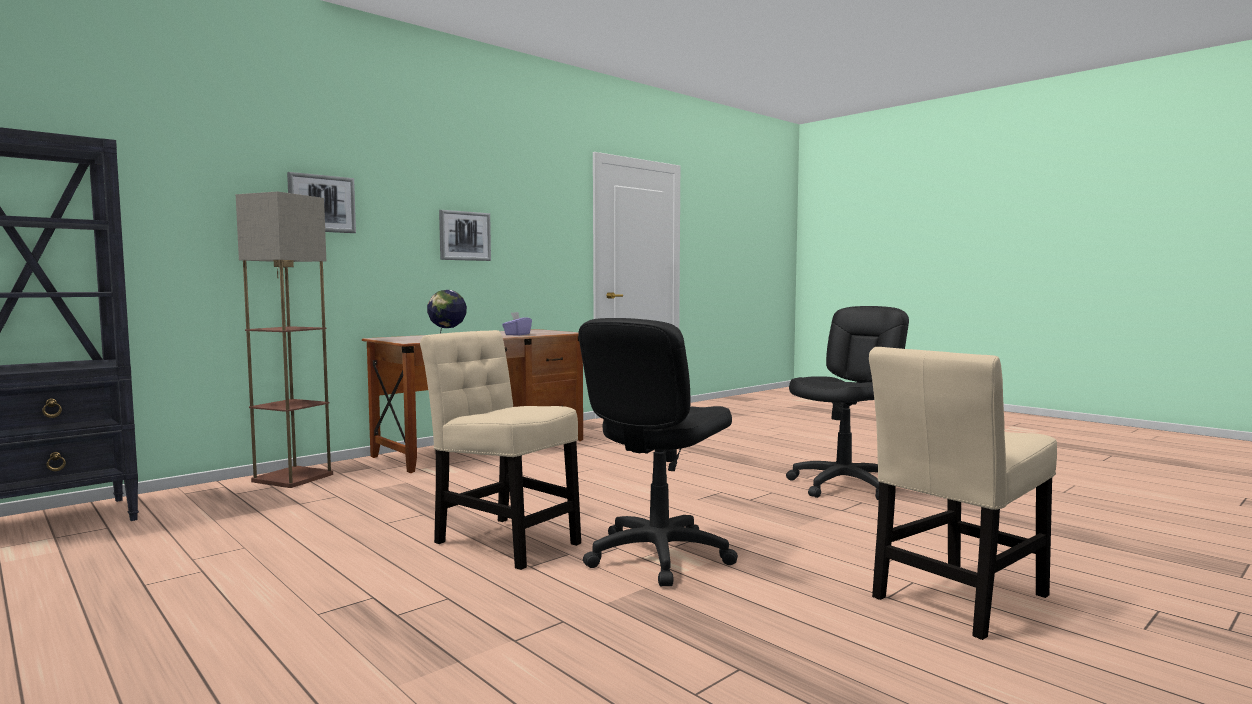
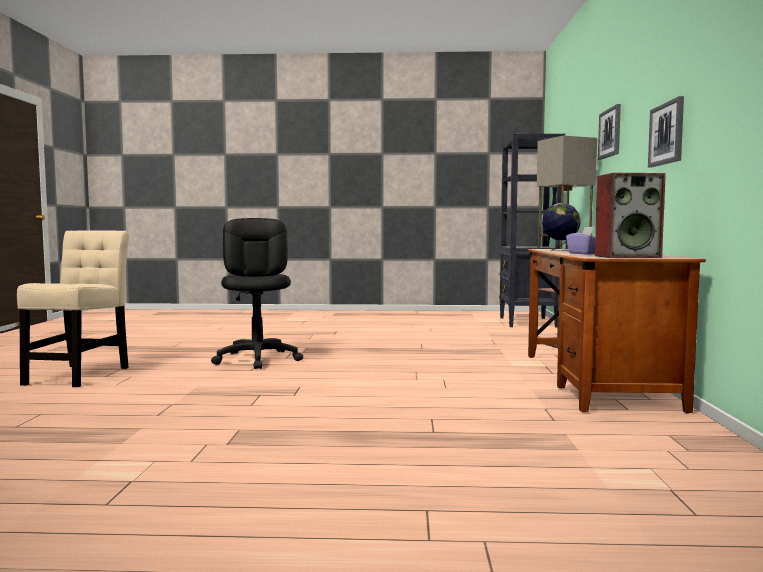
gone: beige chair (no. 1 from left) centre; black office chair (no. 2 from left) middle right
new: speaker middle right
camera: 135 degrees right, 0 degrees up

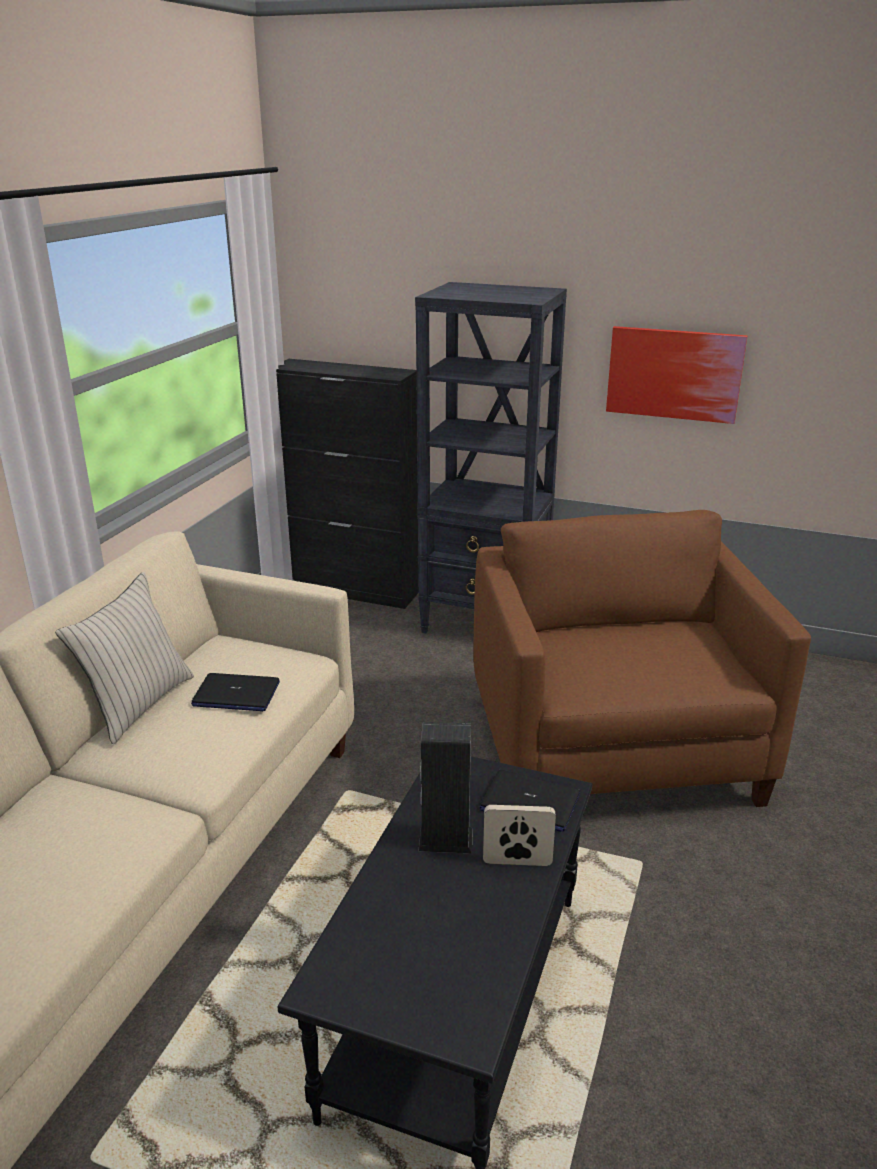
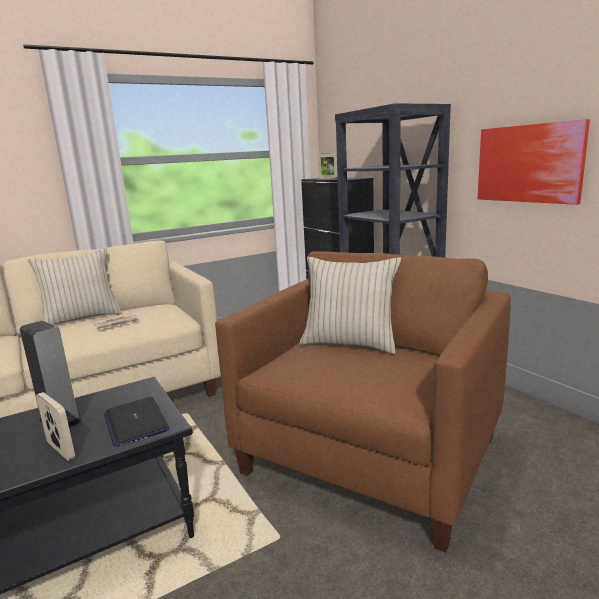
new: beige pillow (no. 2 from left) centre; picture frame (no. 2 from left) top centre
swapped: laptop (no. 1 from left) middle left to newspaper middle left
camera: 40 degrees right, 10 degrees down

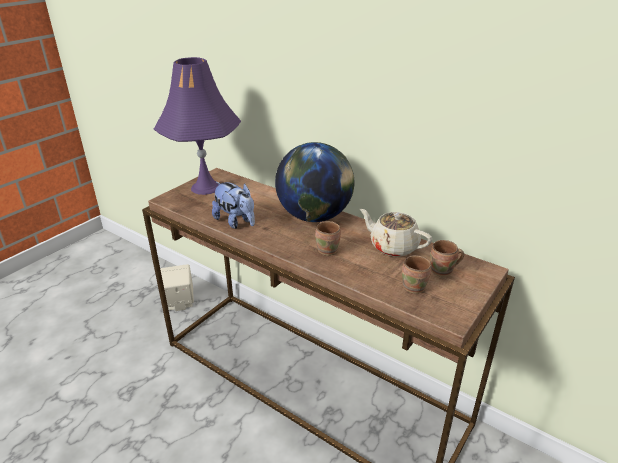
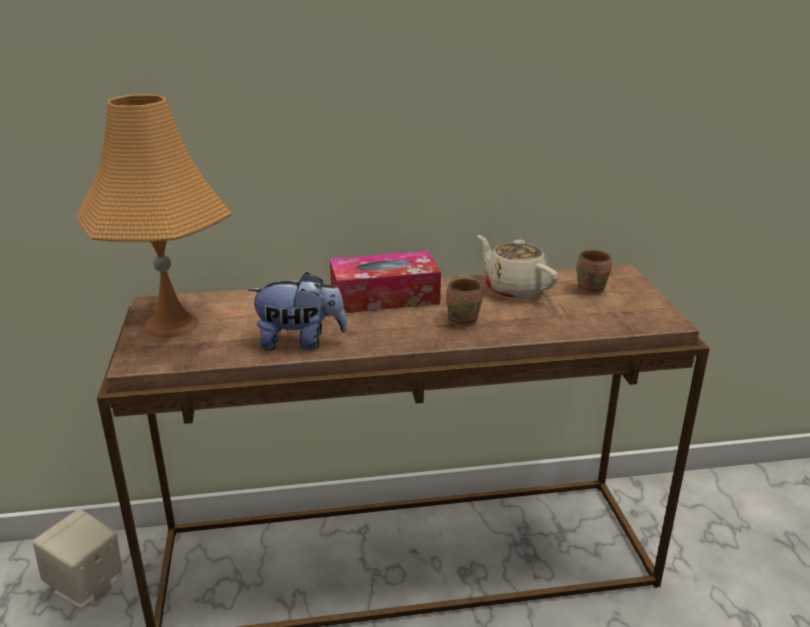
gone: brown mug (no. 2 from left) middle right
swapped: globe centre to tissue box centre
repainted: purple table lamp top left to orange table lamp middle left
rotated: beige teapot centre = centre 60 degrees clockwise
camera: 45 degrees left, 5 degrees down

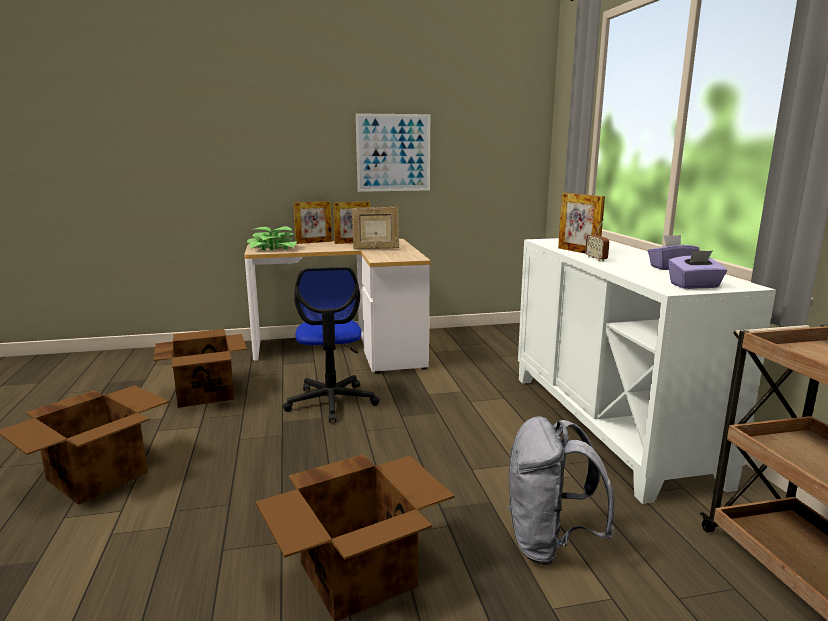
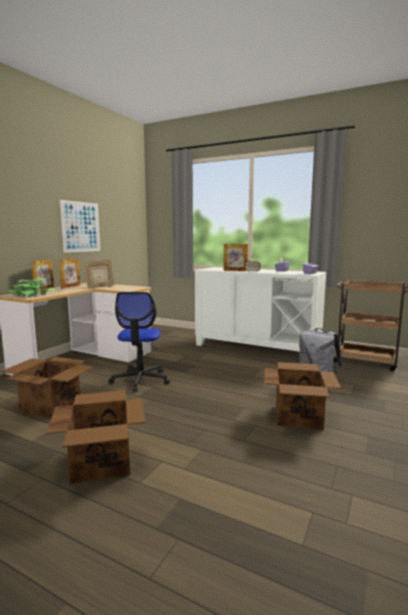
rotated: office chair centre = centre 60 degrees clockwise
camera: 50 degrees left, 5 degrees down

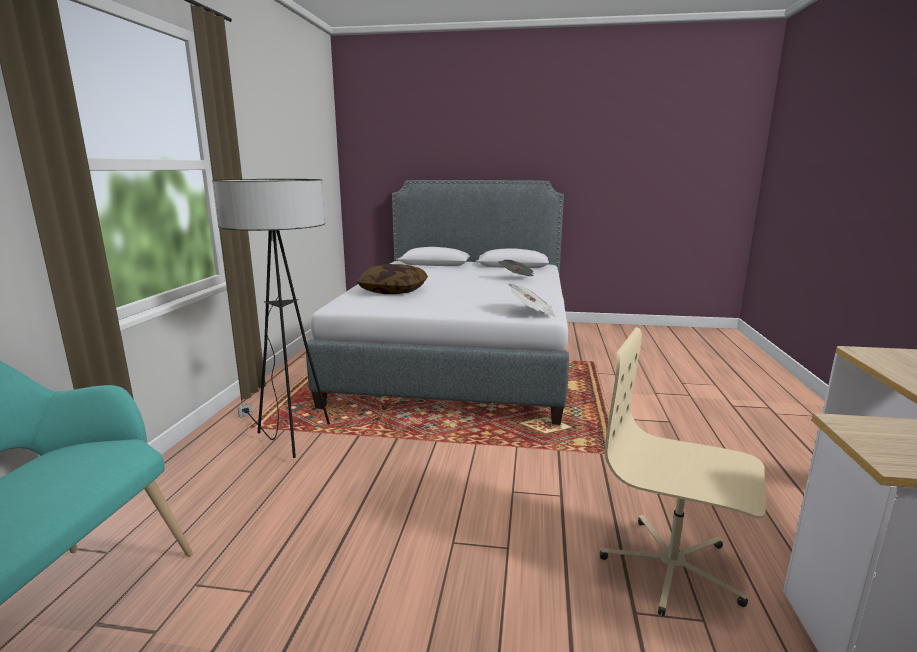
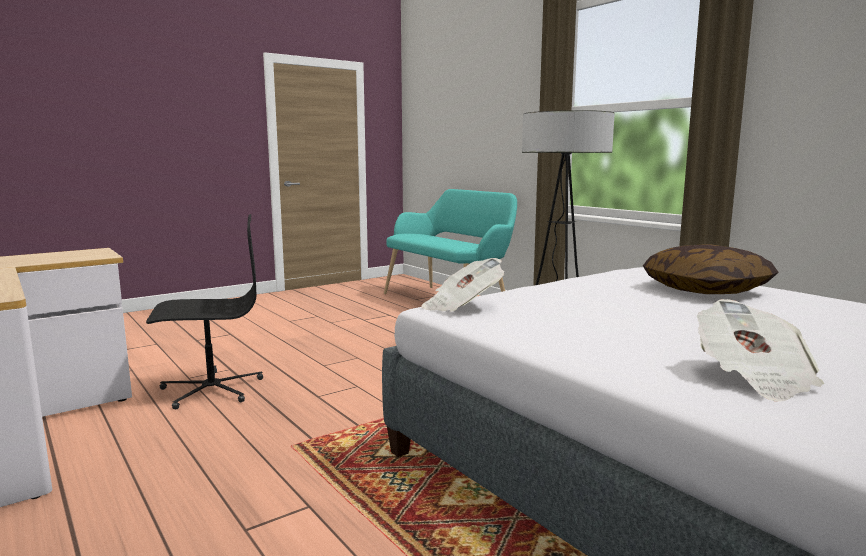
repainted: beige office chair bottom right to black office chair middle left
camera: 135 degrees right, 5 degrees down

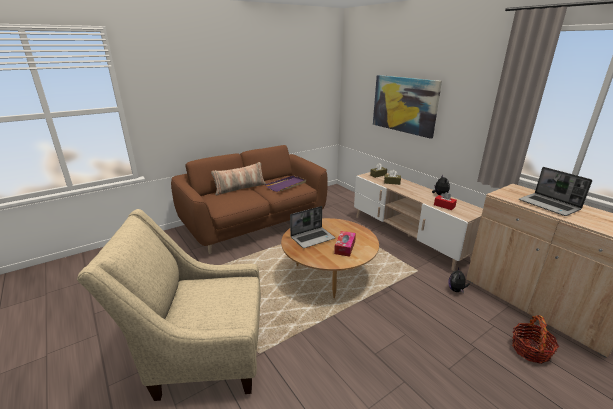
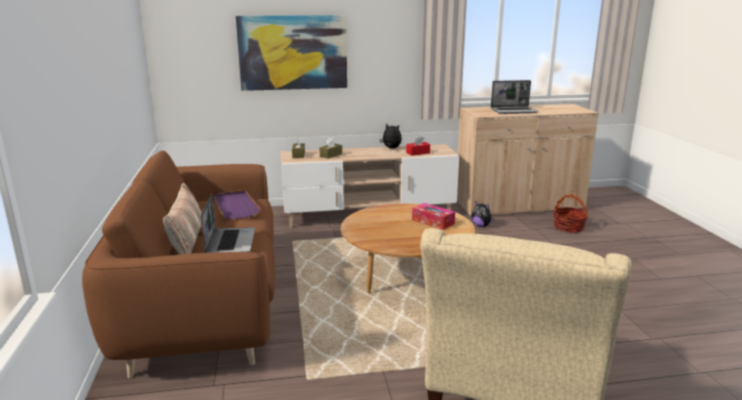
shifted: laptop (no. 1 from left) centre to middle left
camera: 65 degrees left, 5 degrees down

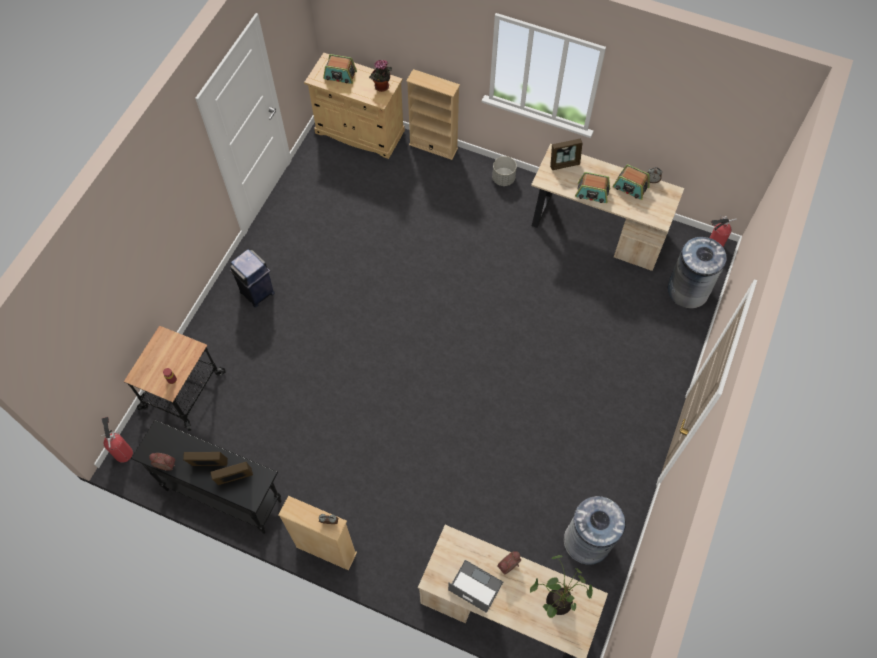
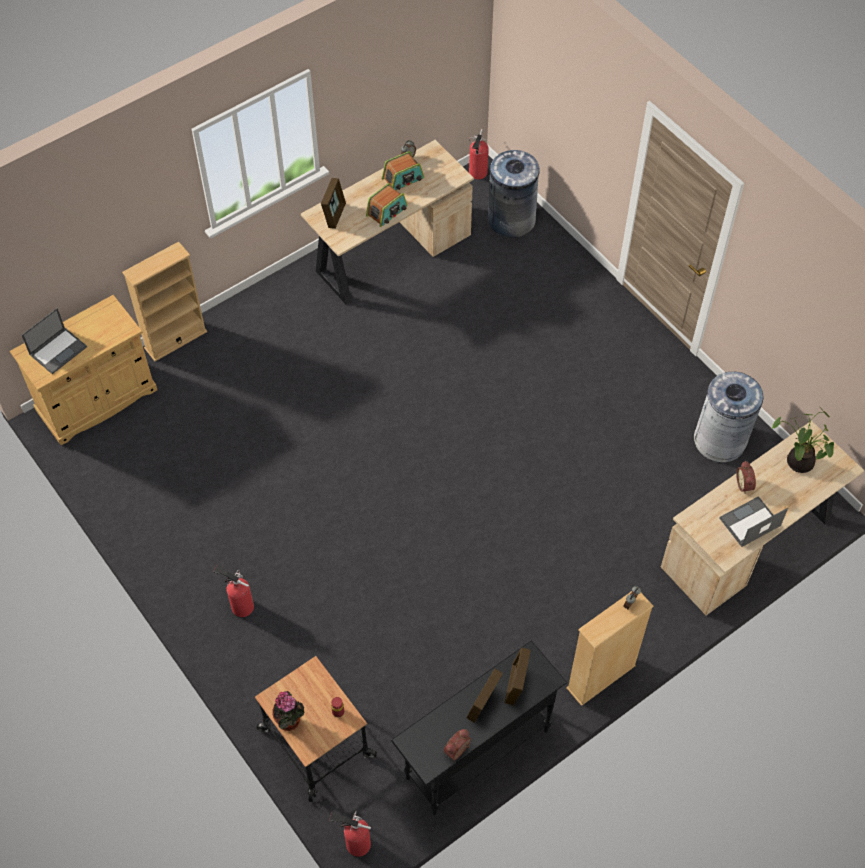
gone: grey planter top centre
shifted: potted plant (no. 1 from left) top centre to bottom left
swapped: blue trash can middle left to fire extinguisher (no. 1 from left) bottom left; radio (no. 1 from left) top centre to laptop (no. 1 from left) middle left
camera: 60 degrees left, 5 degrees down

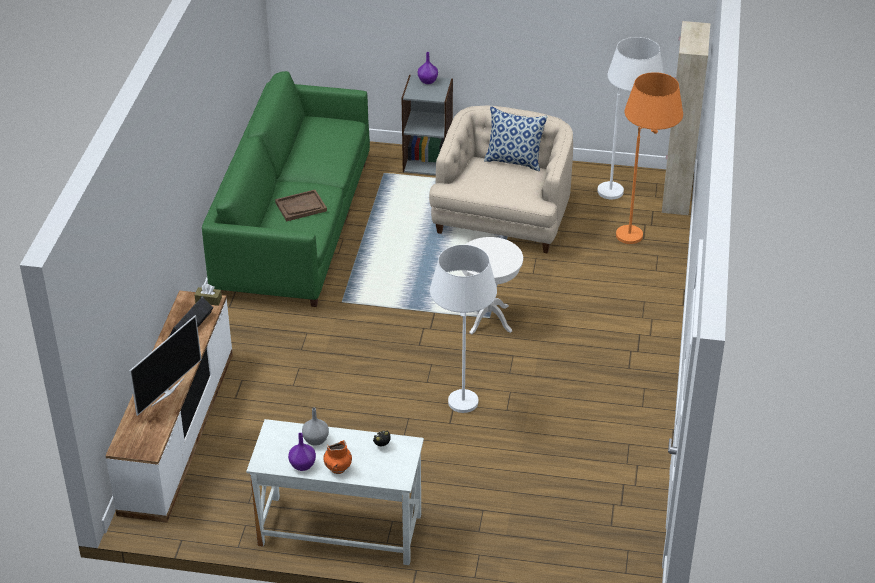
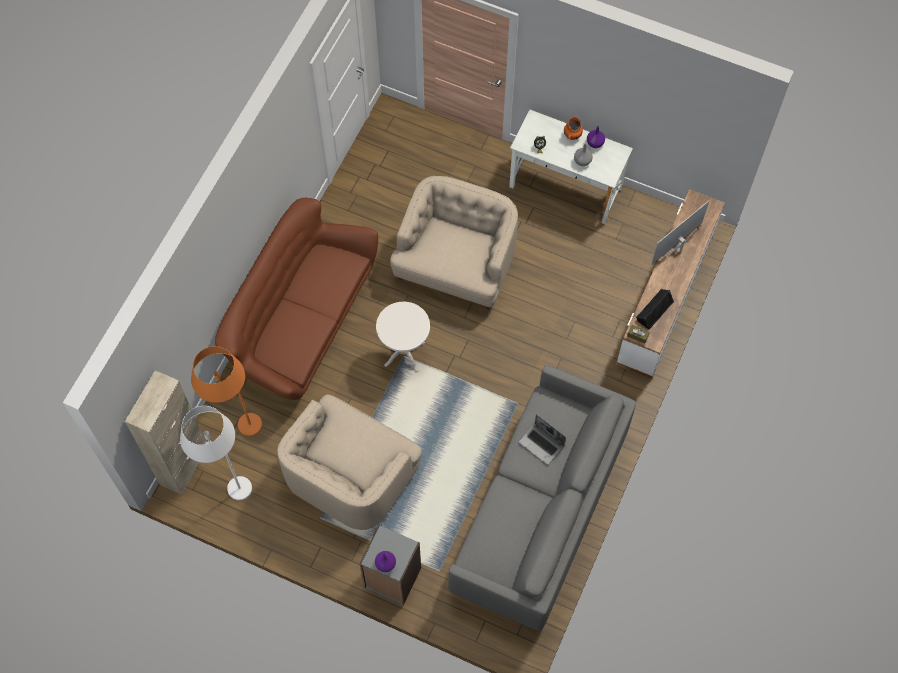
gone: pillow top centre
new: brown sofa middle left
swapped: brown tray centre to laptop centre; white floor lamp (no. 1 from left) centre to beige armchair (no. 2 from left) centre
repainted: green sofa top left to grey sofa bottom centre
camera: 165 degrees left, 25 degrees up

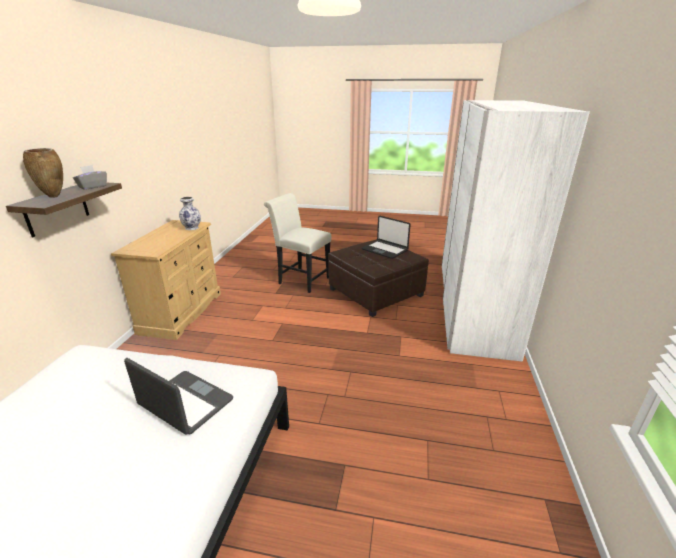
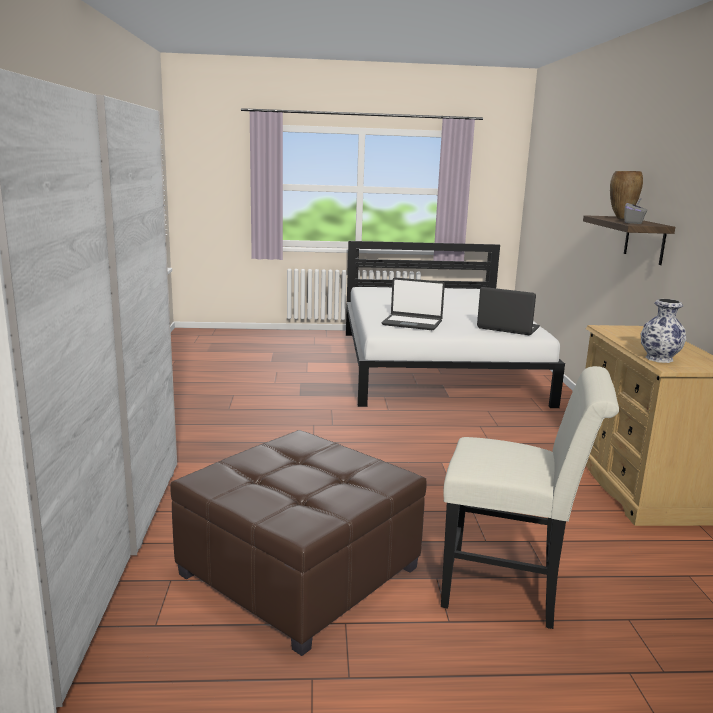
shifted: laptop (no. 2 from left) centre to middle right
camera: 165 degrees right, 10 degrees down

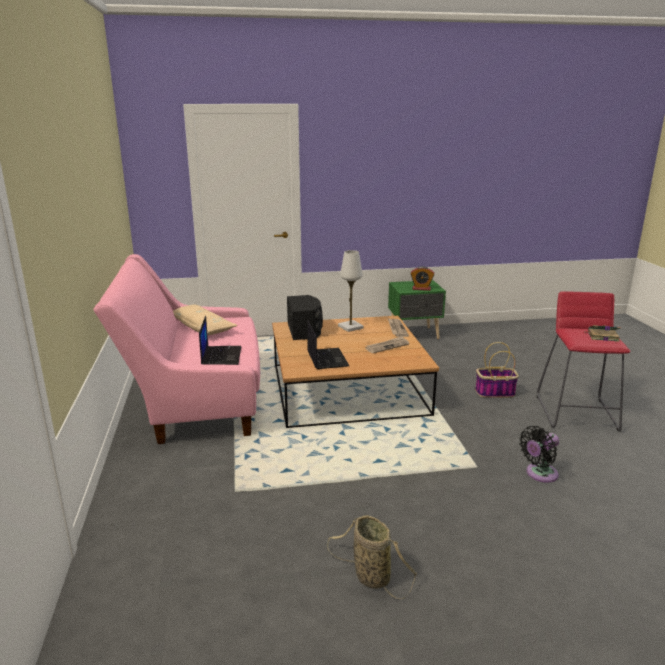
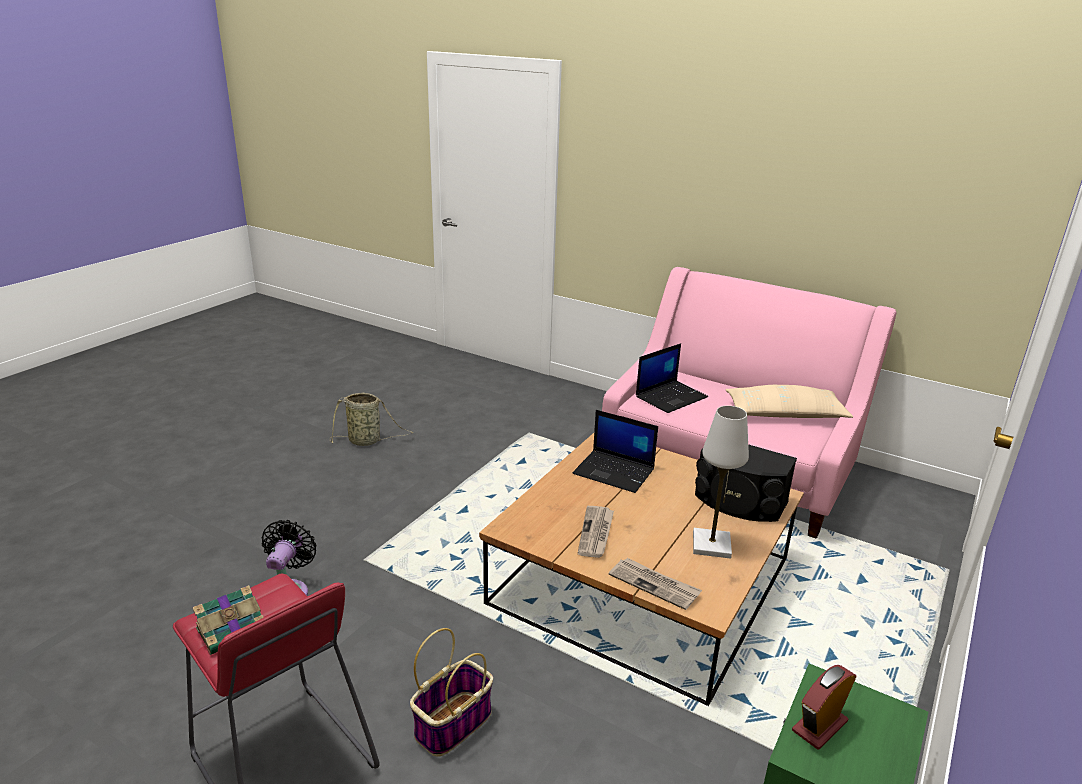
rotated: laptop (no. 1 from left in the first image) middle left = centre 75 degrees counterclockwise
camera: 130 degrees right, 5 degrees up

